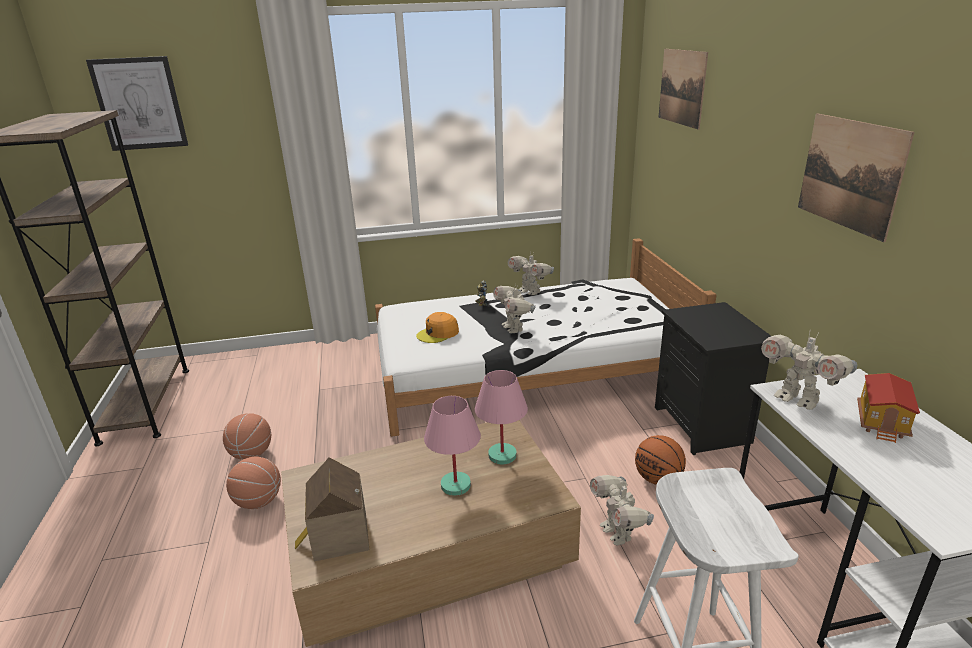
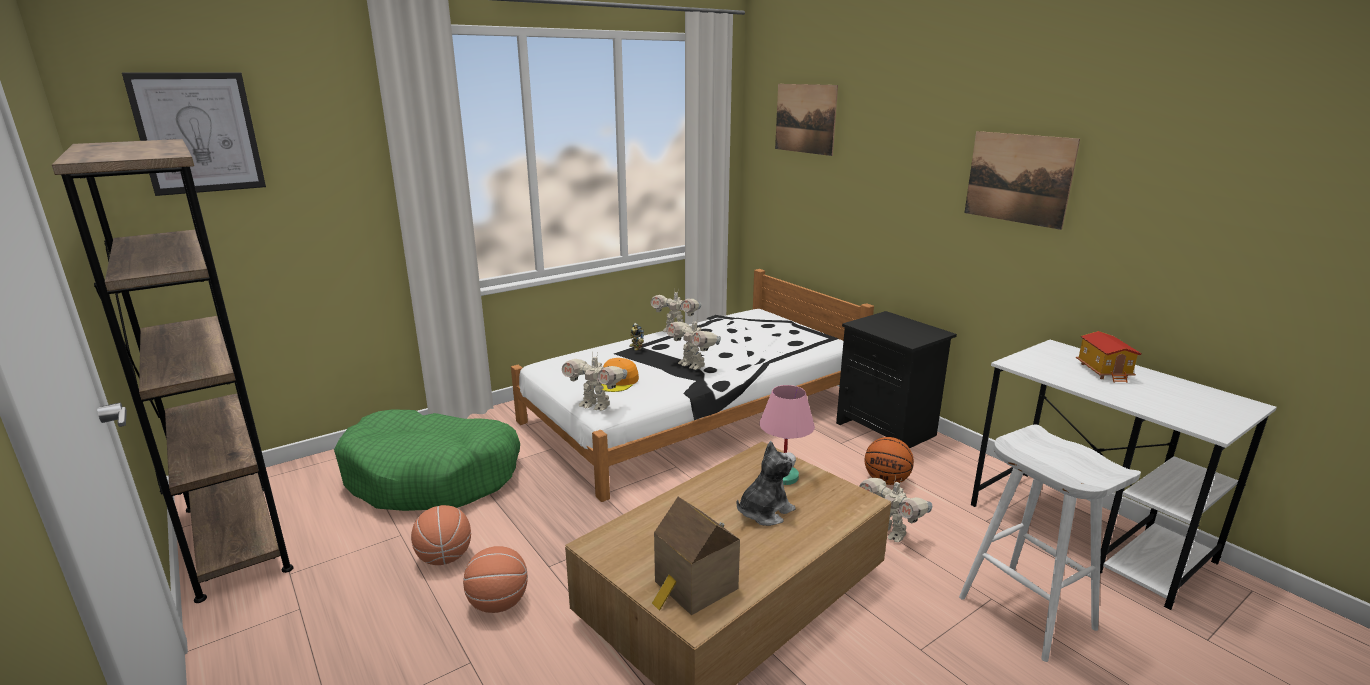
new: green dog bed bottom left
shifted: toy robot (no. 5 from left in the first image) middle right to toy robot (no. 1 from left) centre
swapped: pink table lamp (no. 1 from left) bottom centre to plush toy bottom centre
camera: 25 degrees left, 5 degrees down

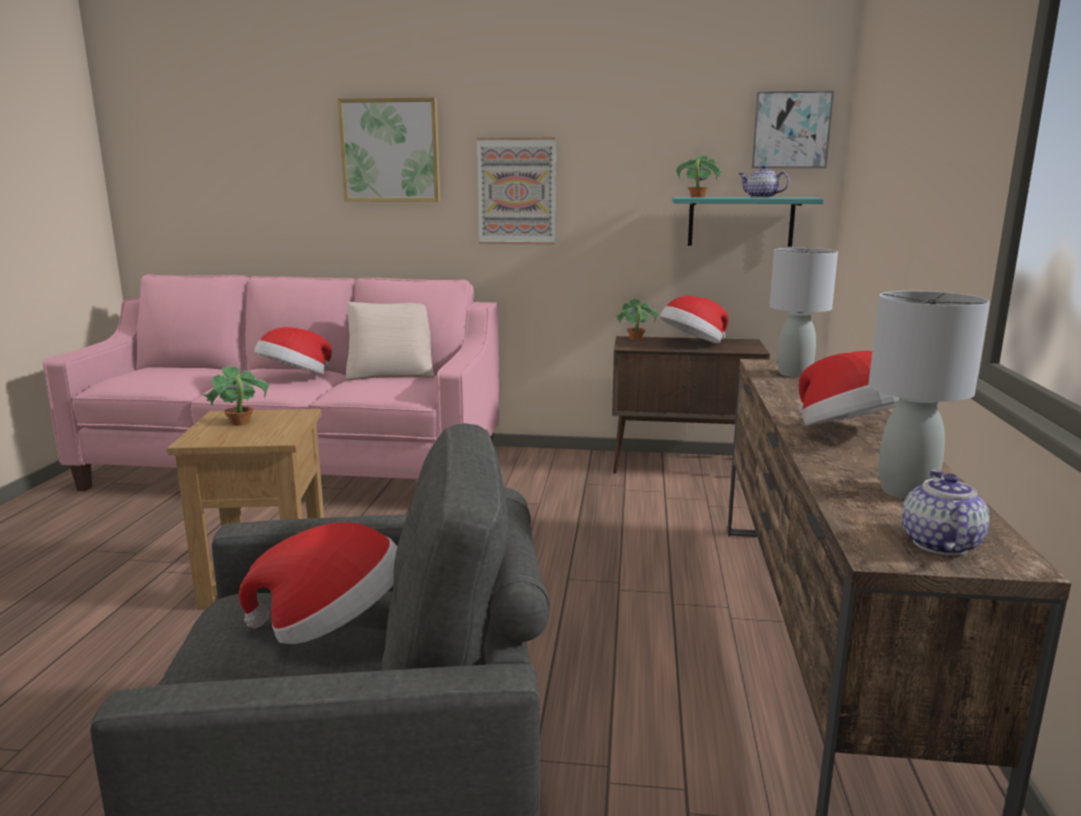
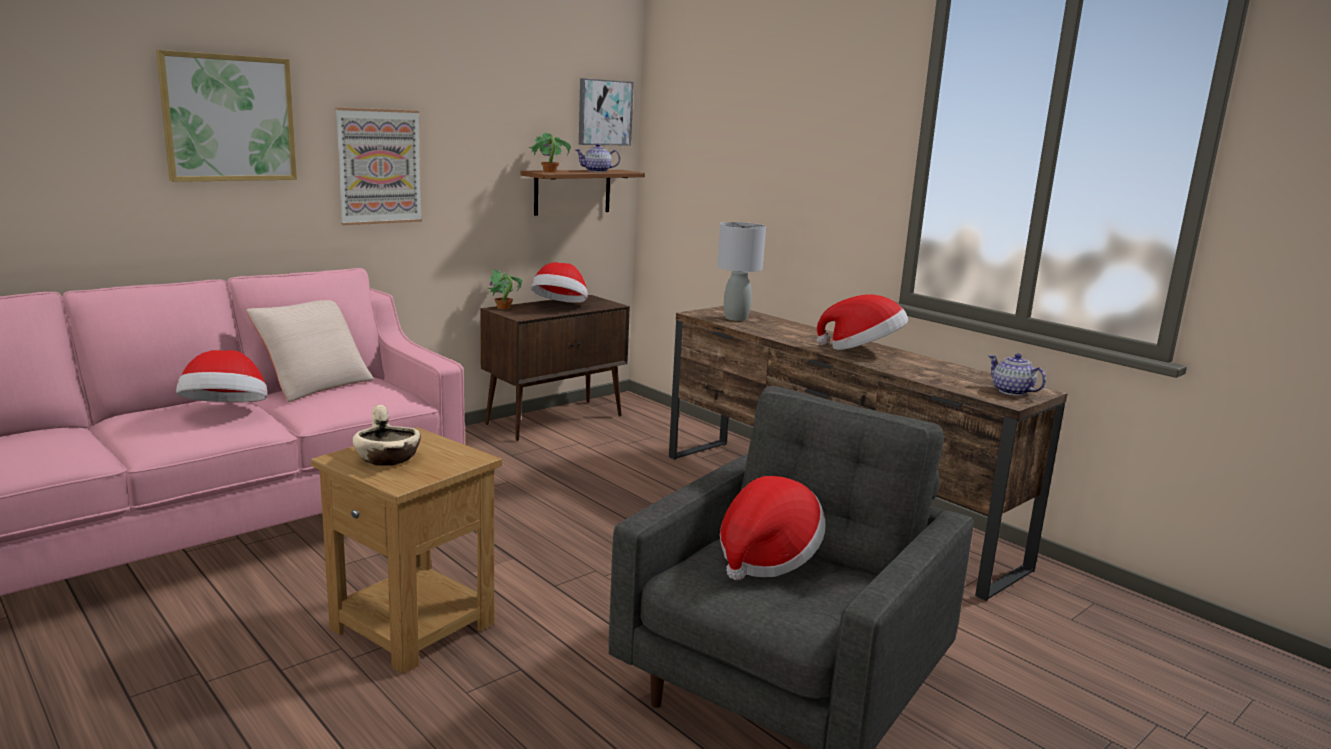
gone: grey table lamp (no. 2 from left) middle right
swapped: potted plant (no. 1 from left) middle left to beige bowl middle left
repainted: turquoise shelf top right to brown shelf top centre
camera: 50 degrees left, 0 degrees up

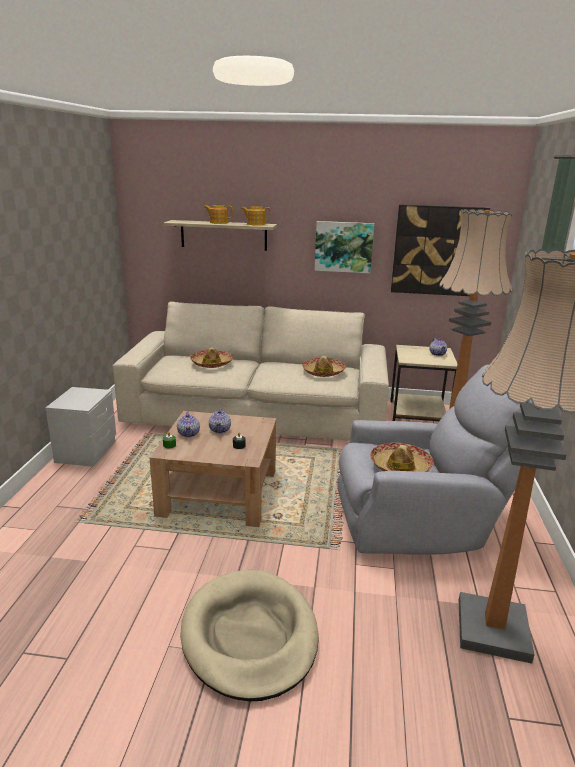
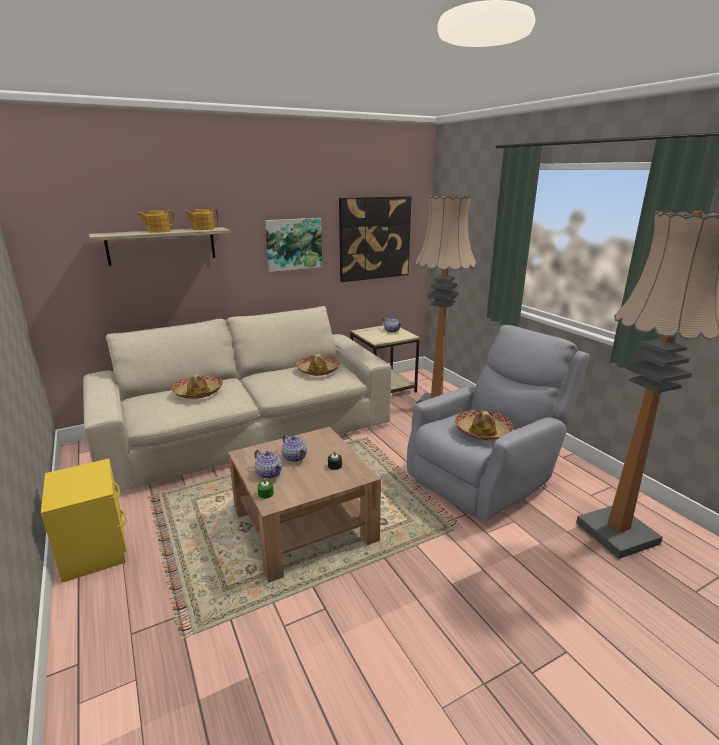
gone: beige dog bed bottom centre
repainted: grey nightstand middle left to yellow nightstand bottom left
camera: 35 degrees left, 0 degrees up

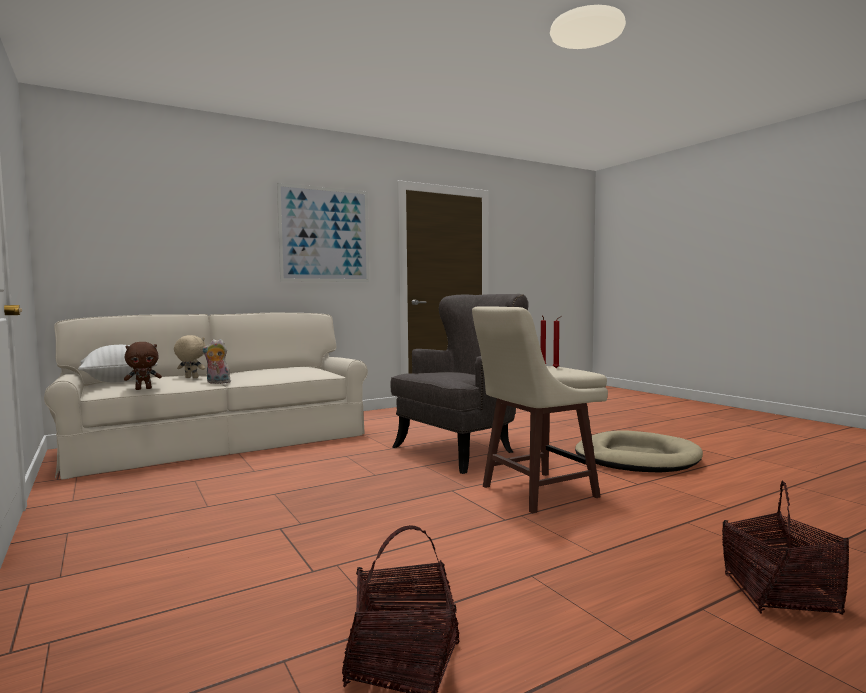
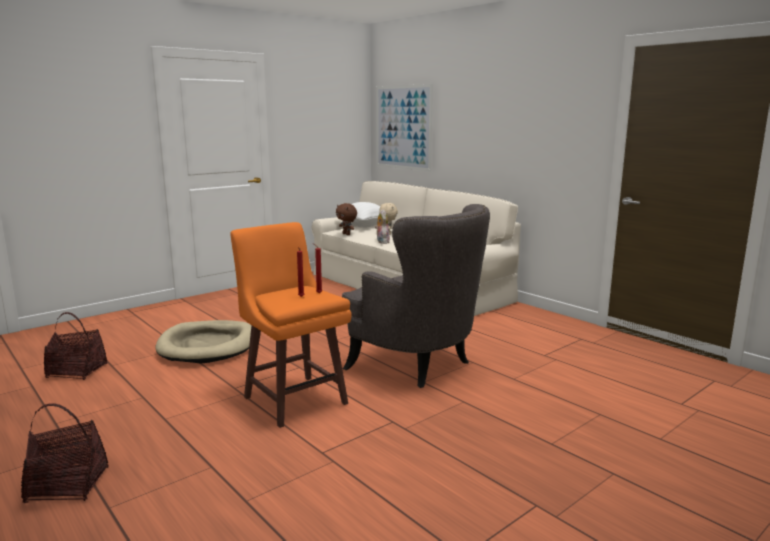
shifted: picture centre to top centre; beige dog bed middle right to middle left
repainted: beige stool centre to orange stool centre
camera: 80 degrees right, 10 degrees up

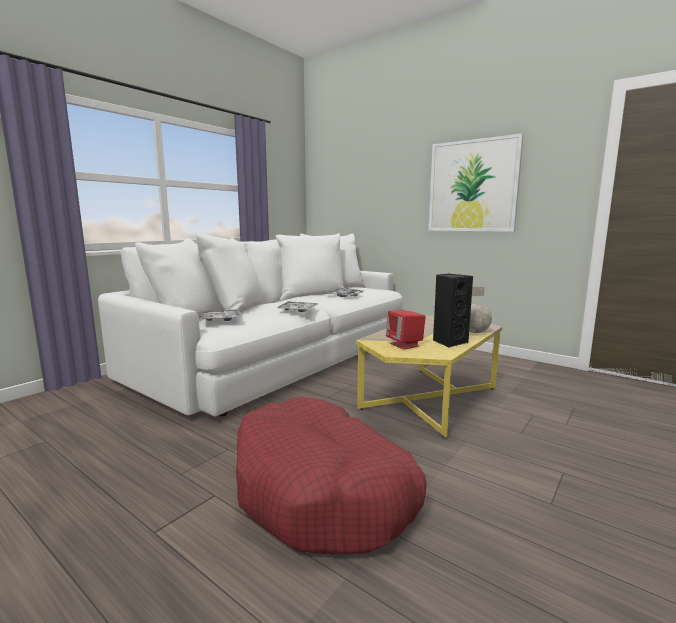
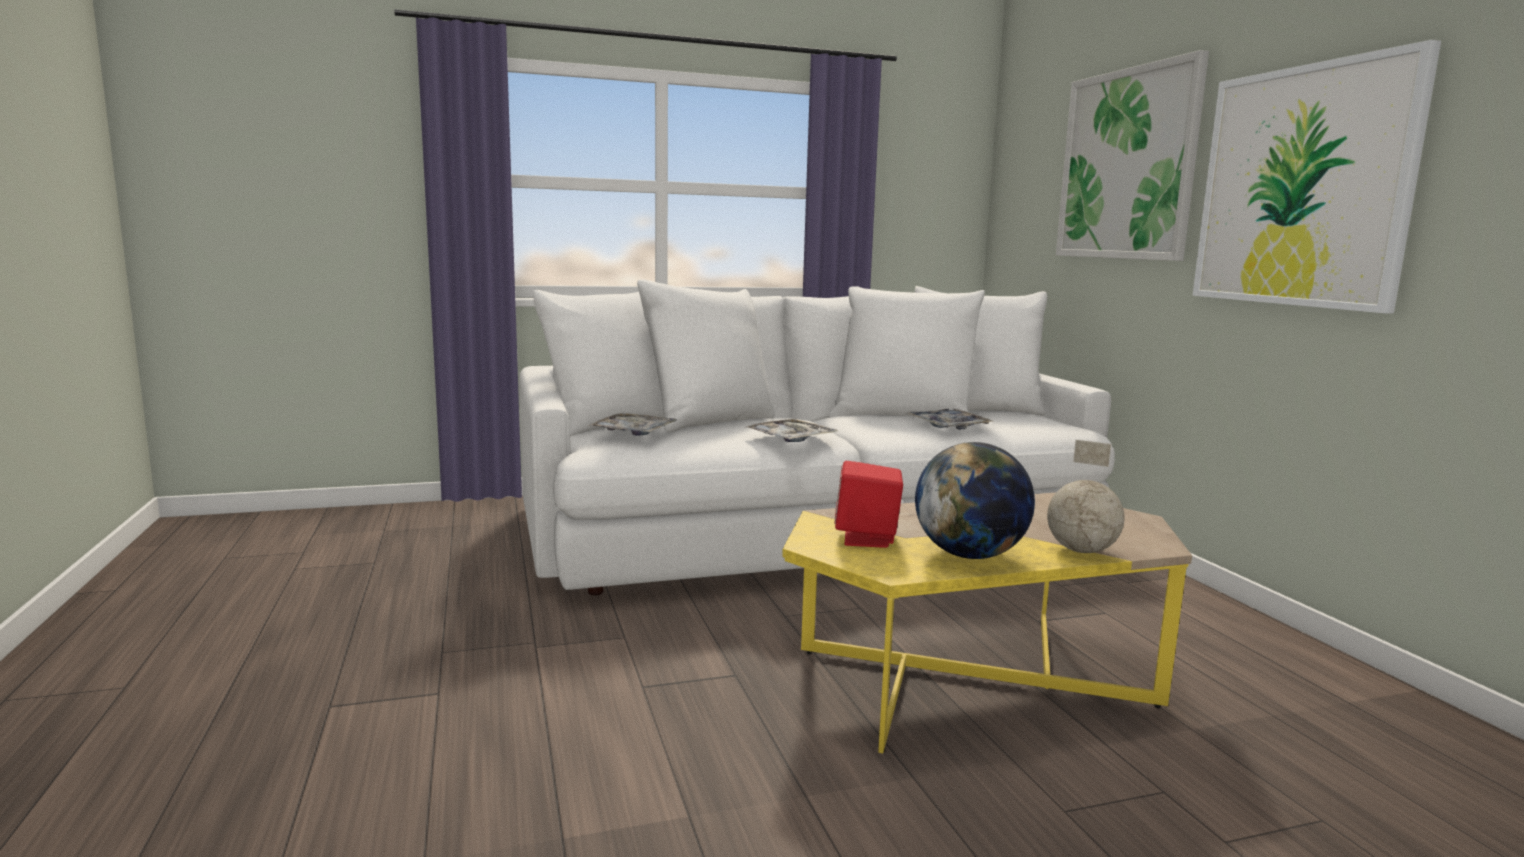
gone: red dog bed bottom centre
new: picture (no. 1 from left) top right
swapped: black speaker middle right to globe (no. 1 from left) centre
camera: 35 degrees right, 0 degrees up

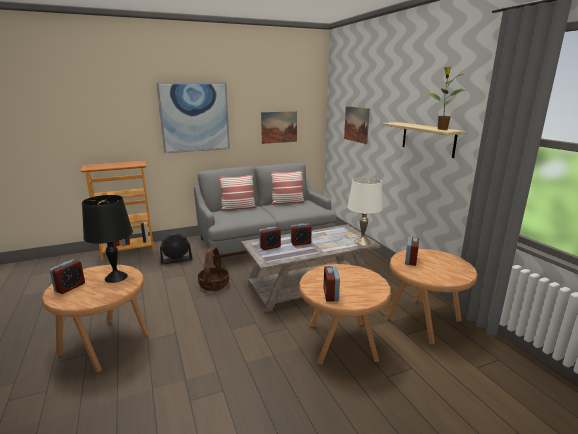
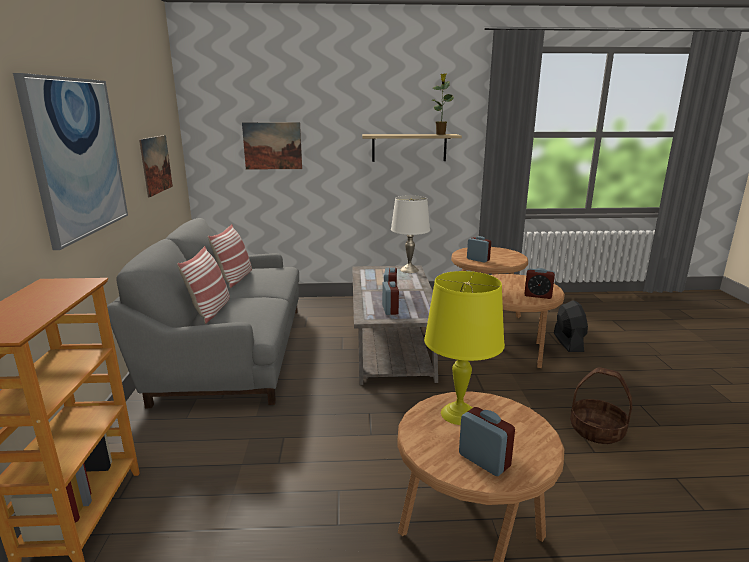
shifted: black fan middle left to middle right; basket centre to bottom right
repainted: black table lamp middle left to yellow table lamp centre
camera: 70 degrees left, 0 degrees up

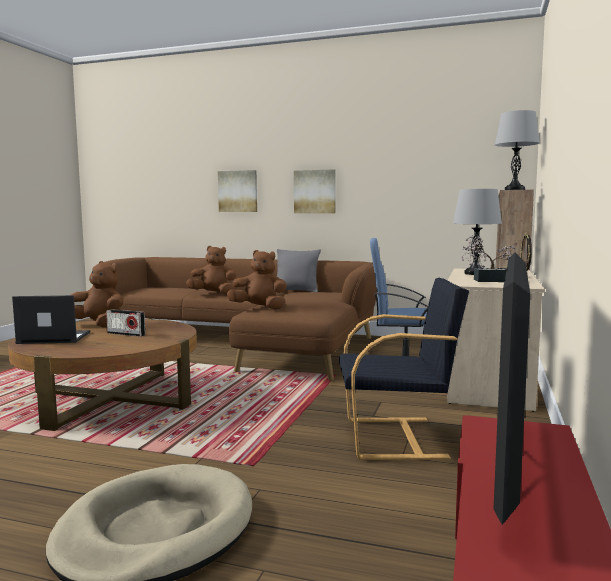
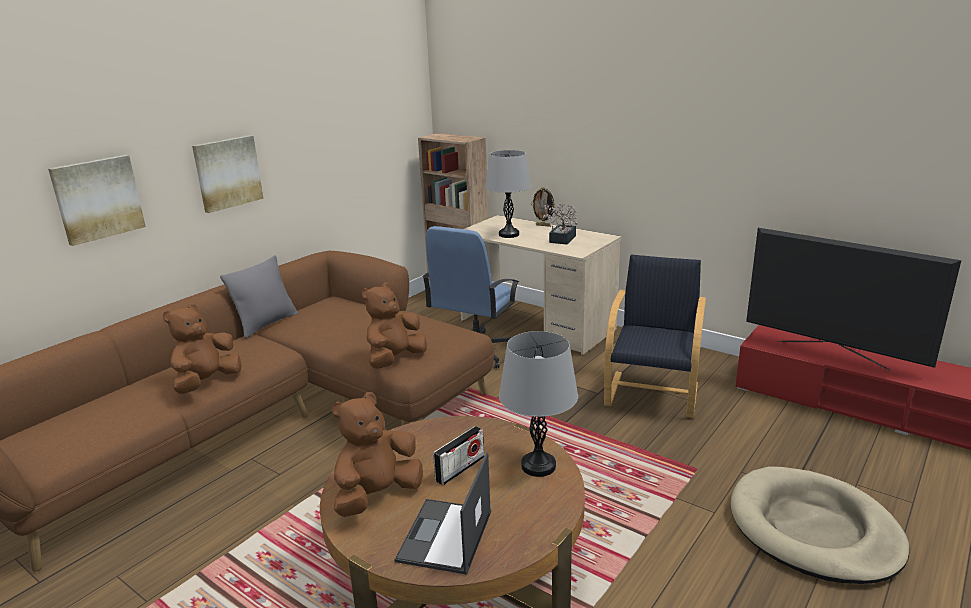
shifted: grey table lamp (no. 2 from left) top right to centre
camera: 70 degrees left, 15 degrees up

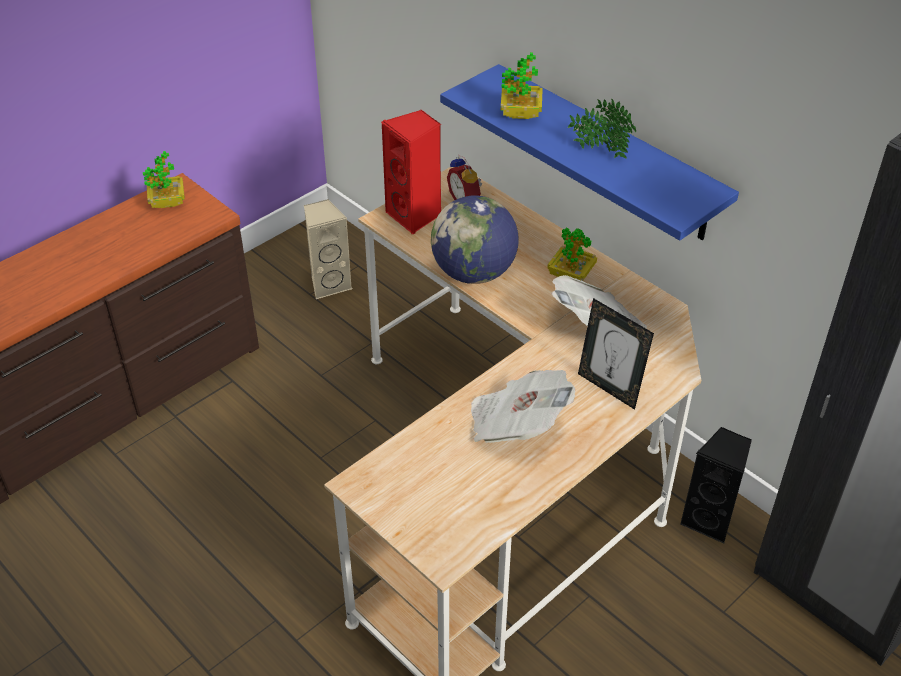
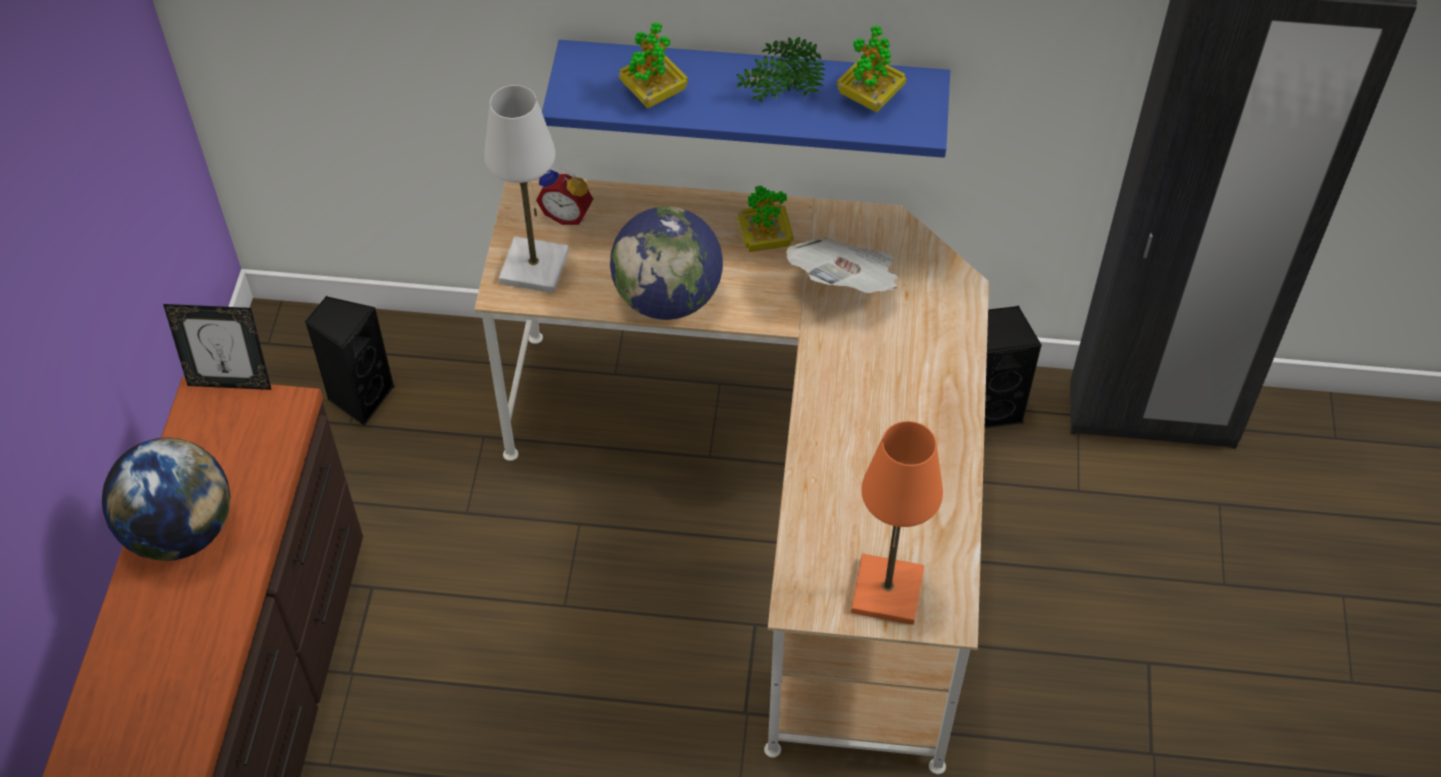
gone: newspaper (no. 1 from left) centre
new: globe (no. 1 from left) middle left; orange table lamp bottom centre
shifted: potted plant (no. 1 from left in the first image) top left to potted plant (no. 4 from left) top centre; picture frame middle right to middle left
swapped: red speaker top centre to white table lamp top centre
repainted: beige speaker centre to black speaker (no. 1 from left) middle left
camera: 40 degrees left, 10 degrees up

